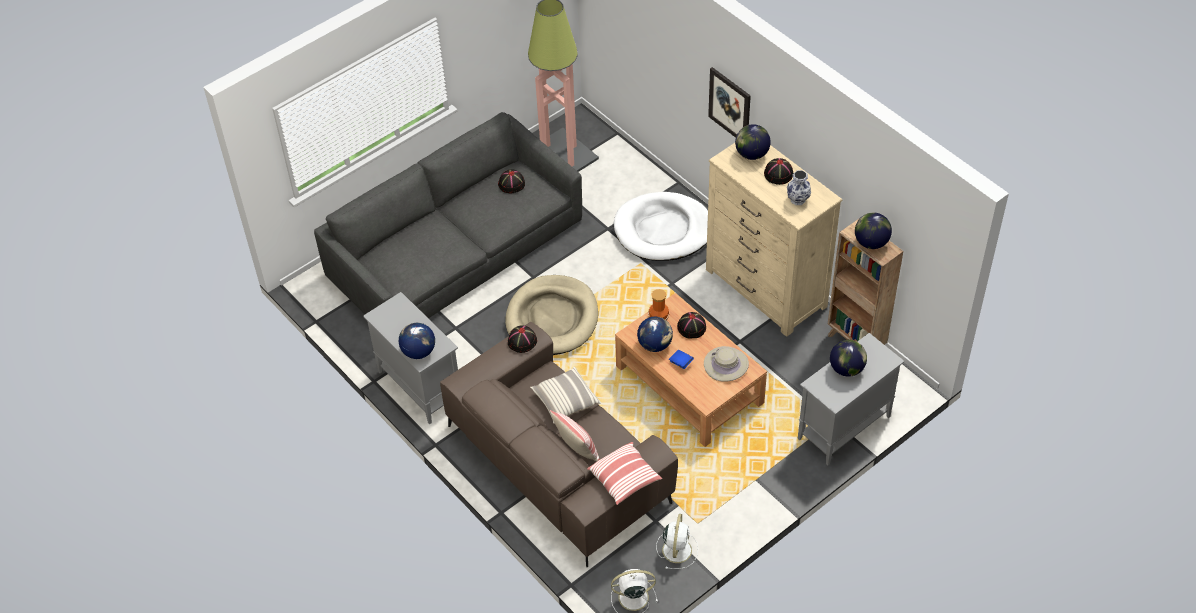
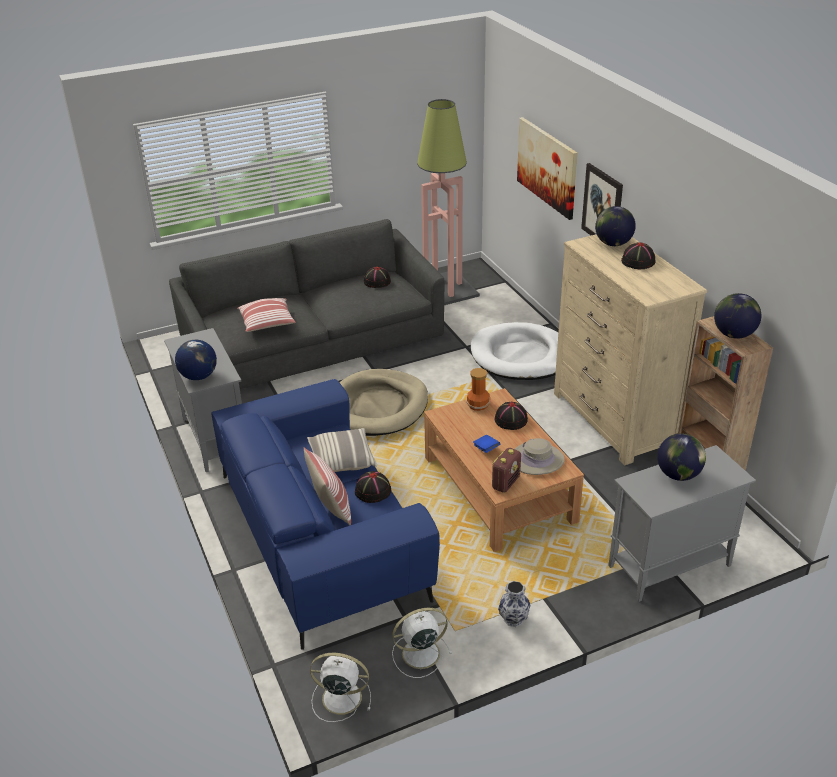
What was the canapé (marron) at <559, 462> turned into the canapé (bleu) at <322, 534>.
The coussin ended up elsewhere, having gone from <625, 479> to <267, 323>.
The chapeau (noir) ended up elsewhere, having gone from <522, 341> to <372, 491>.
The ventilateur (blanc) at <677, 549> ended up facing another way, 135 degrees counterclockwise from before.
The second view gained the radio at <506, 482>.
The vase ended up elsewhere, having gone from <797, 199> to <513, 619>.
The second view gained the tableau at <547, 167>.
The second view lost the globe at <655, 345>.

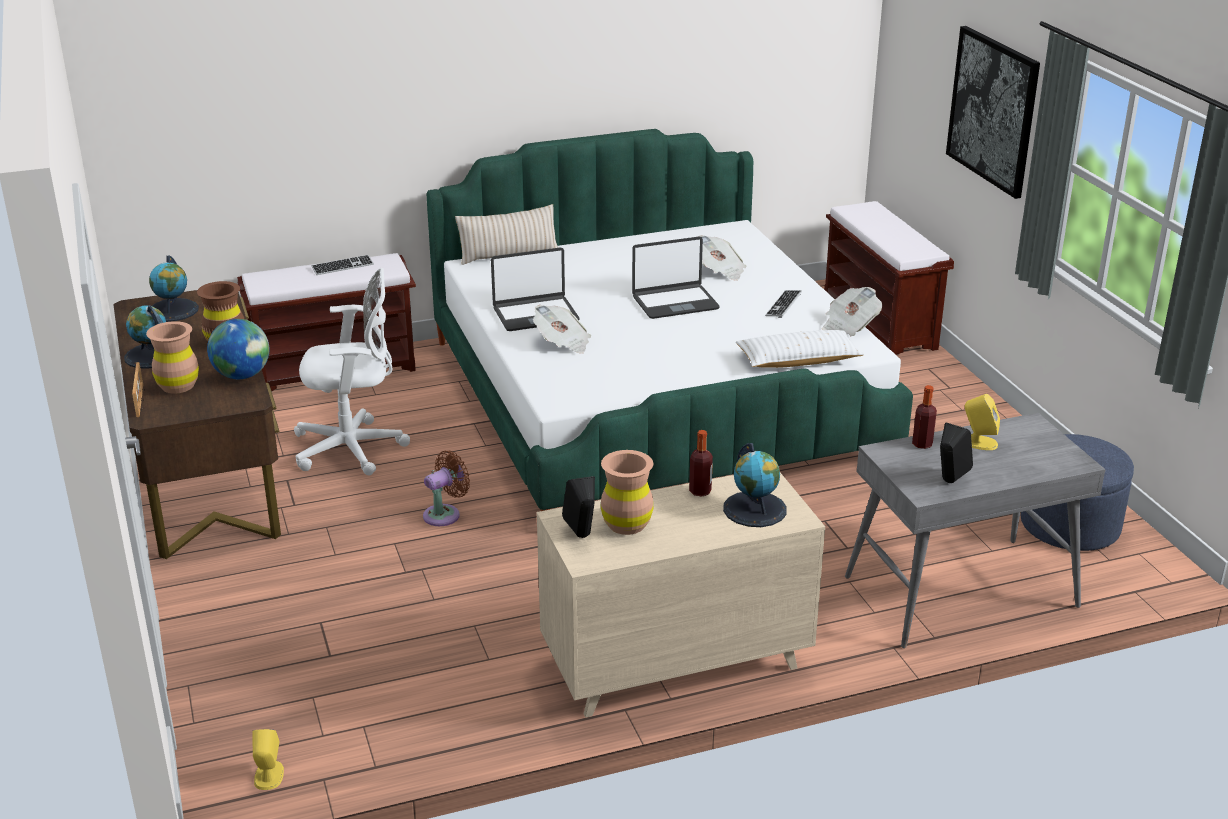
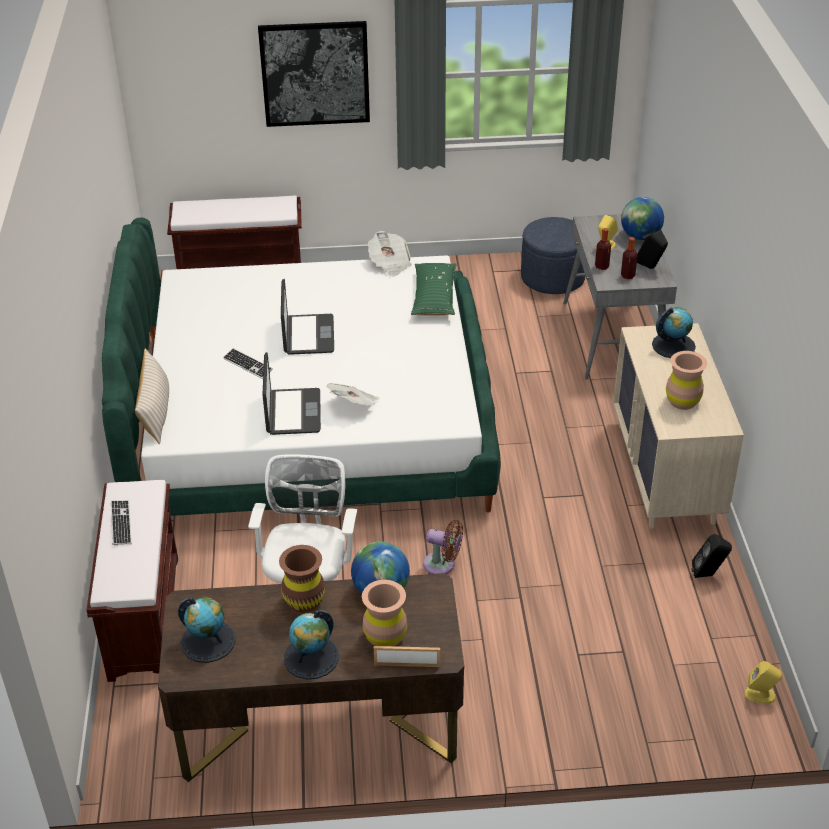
The clavier ended up elsewhere, having gone from <783, 305> to <247, 364>.
What was the coussin (blanc) at <798, 360> turned into the coussin (vert) at <434, 297>.
The ventilateur (marron) at <445, 514> ended up facing another way, 135 degrees clockwise from before.
The second view gained the globe at <640, 236>.
The bouteille ended up elsewhere, having gone from <700, 491> to <627, 276>.
The enceinte (noir) ended up elsewhere, having gone from <582, 536> to <708, 574>.
The second view lost the journal at <720, 271>.

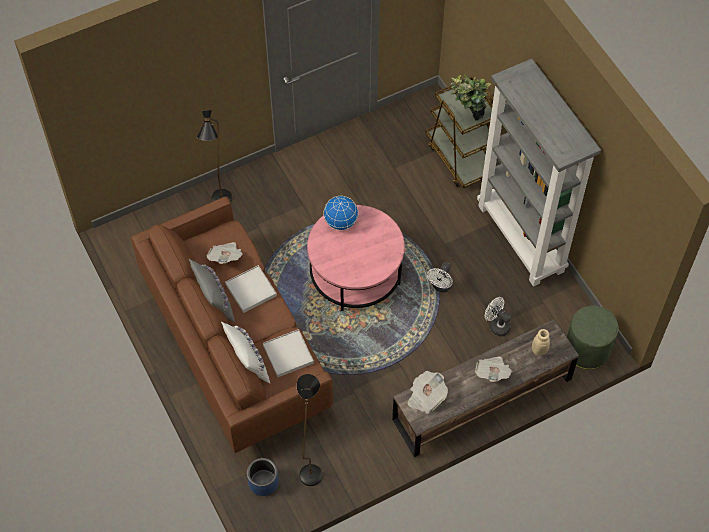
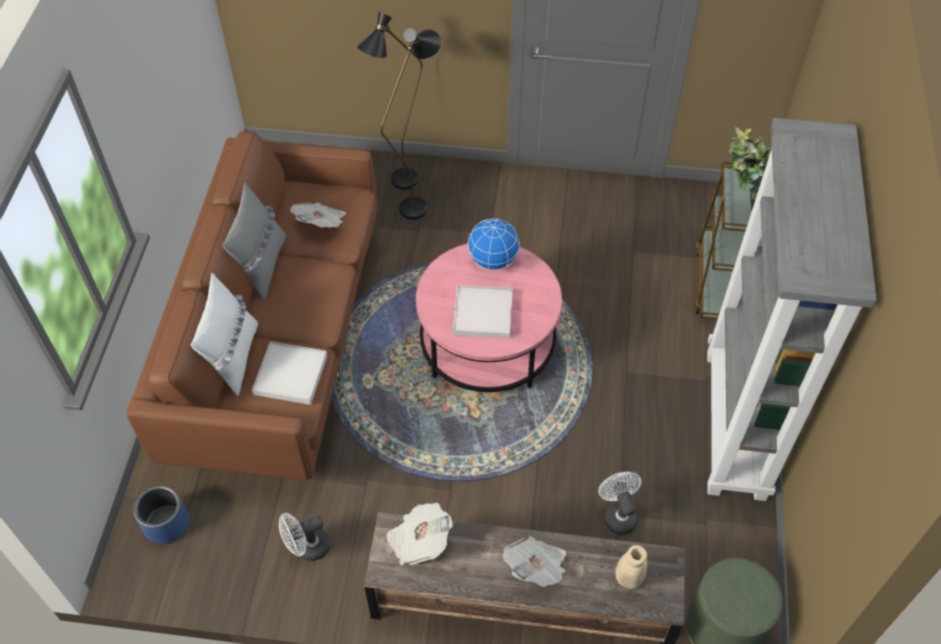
The ventilateur (blanc) ended up elsewhere, having gone from <441, 287> to <307, 548>.
The lampadaire (noir) ended up elsewhere, having gone from <311, 467> to <419, 202>.
The plateau (blanc) ended up elsewhere, having gone from <251, 290> to <483, 314>.

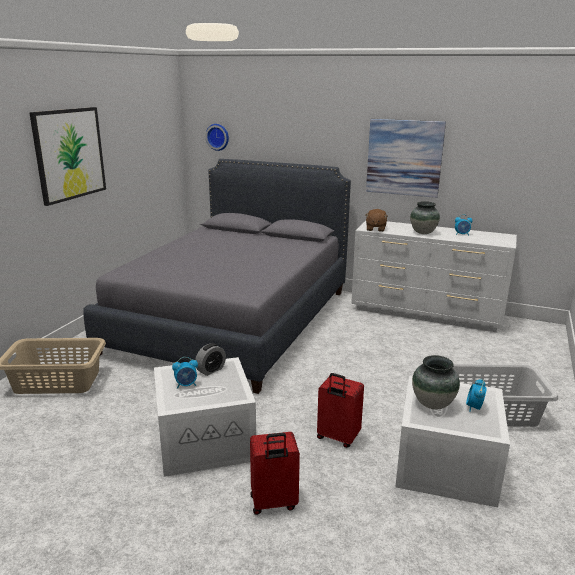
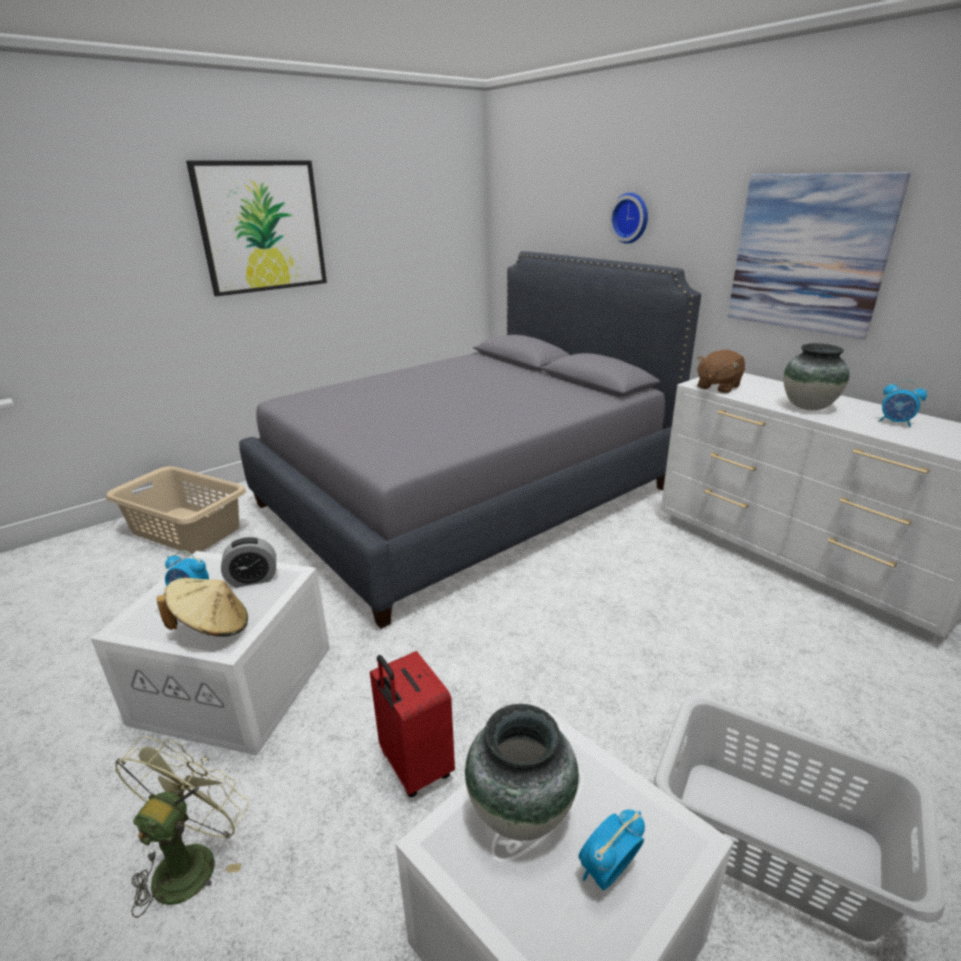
Where the valise (rouge) stood at <273, 503>, the ventilateur (vert) came to stand at <192, 859>.
The second view gained the chapeau (beige) at <212, 627>.
The horloge murale ended up elsewhere, having gone from <218, 137> to <631, 218>.

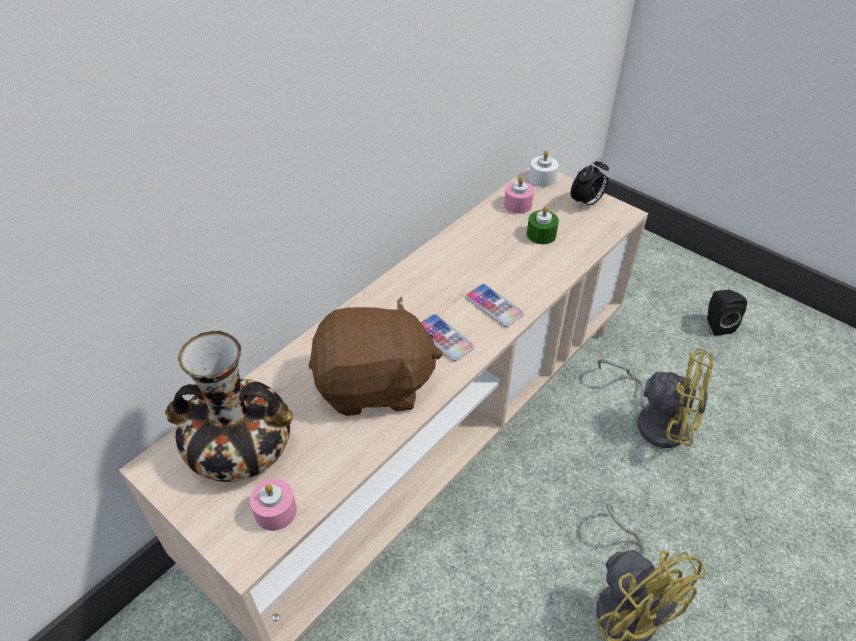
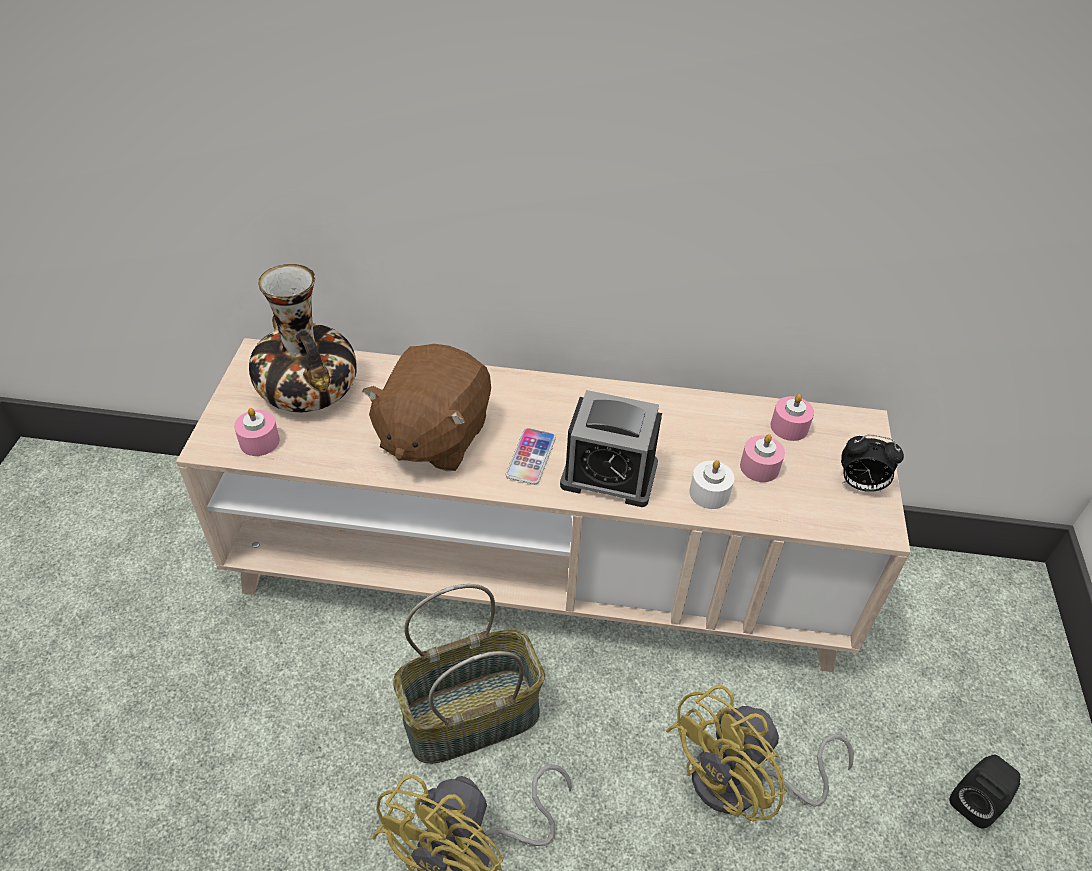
The peluche (marron) at <374, 385> ended up facing another way, 60 degrees clockwise from before.
The second view gained the panier at <472, 714>.
Where the téléphone stood at <494, 306>, the réveil came to stand at <609, 475>.
The ventilateur (jaune) at <655, 419> ended up facing another way, 60 degrees clockwise from before.
The bougie (blanc) ended up elsewhere, having gone from <542, 178> to <709, 493>.
What was the bougie (vert) at <541, 234> turned into the bougie (rose) at <759, 467>.

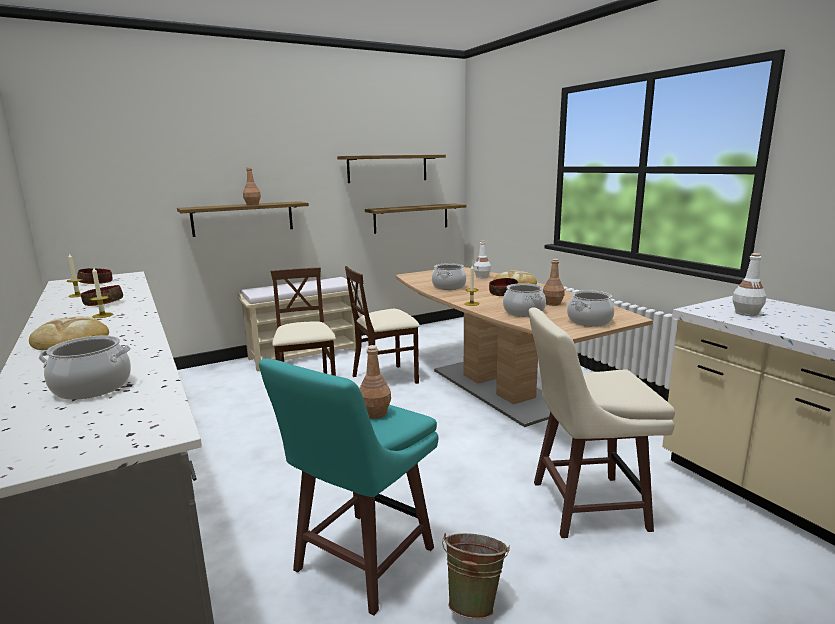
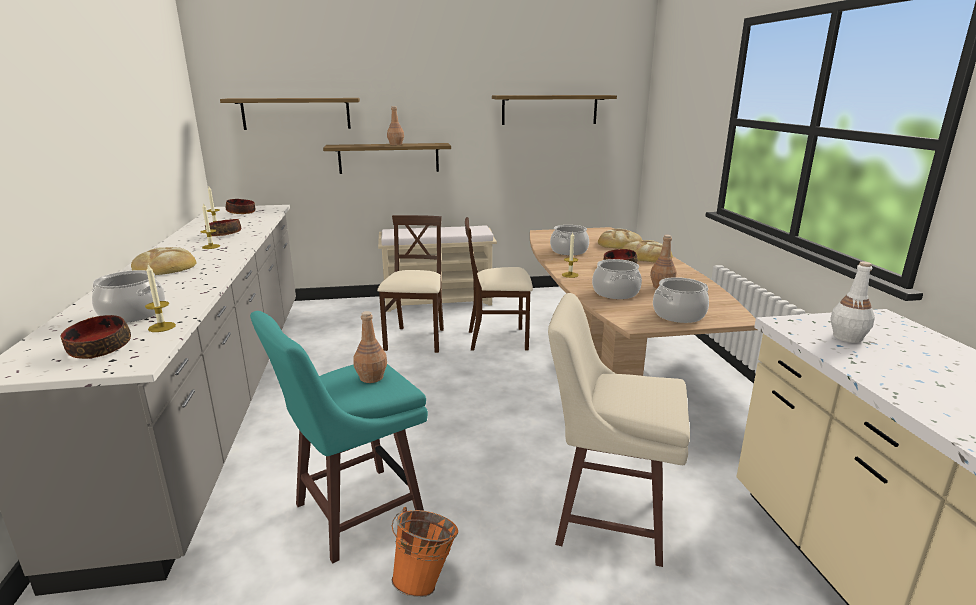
The second view gained the bol at <99, 348>.
The second view gained the bougie at <162, 327>.
The étagère ended up elsewhere, having gone from <411, 218> to <296, 113>.
What was the seau (vert) at <474, 602> turned into the seau (orange) at <426, 579>.
Where the bouteille (blanc) stood at <482, 277>, the pain came to stand at <619, 243>.

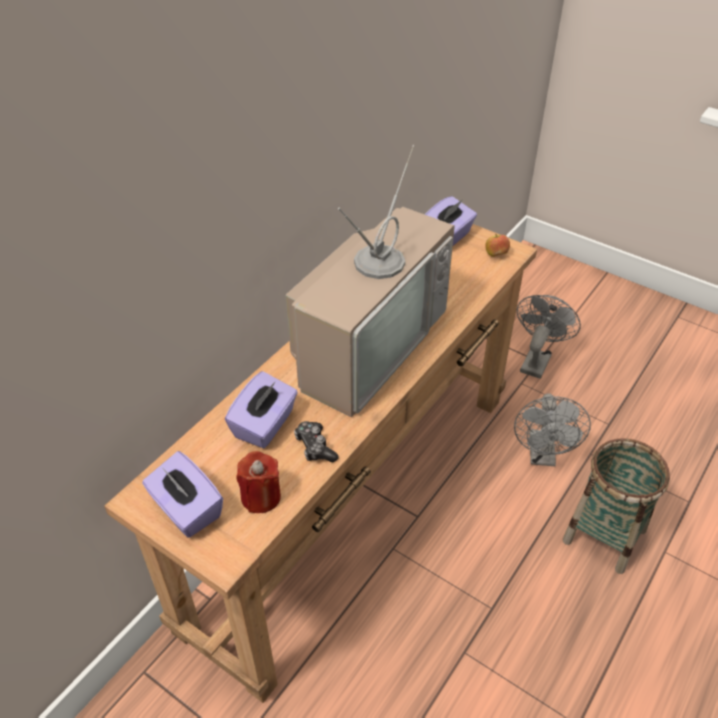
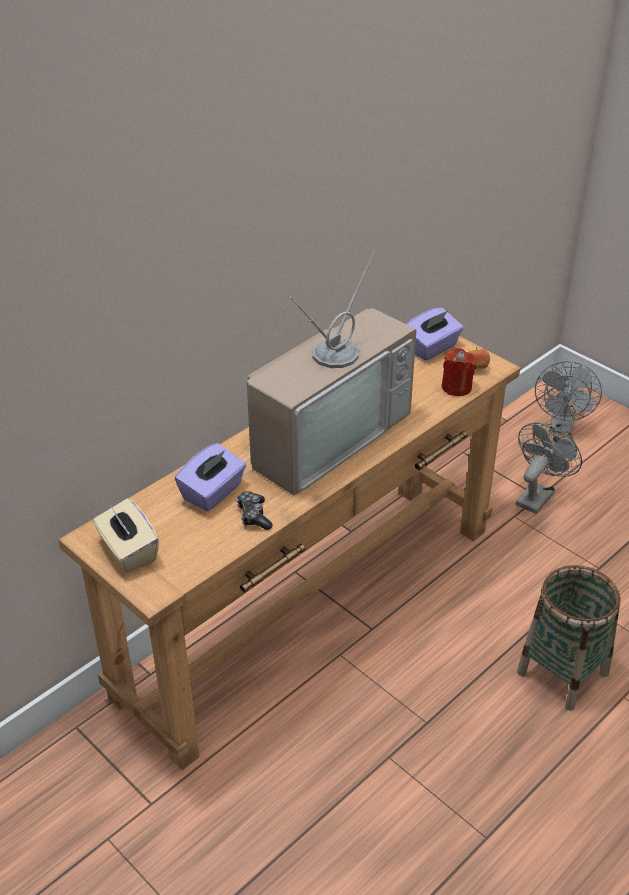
What was the boîte à mouchoirs (violet) at <186, 510> turned into the boîte à mouchoirs (beige) at <128, 551>.
The bougie (rouge) ended up elsewhere, having gone from <261, 497> to <456, 387>.
The ventilateur (gris) ended up elsewhere, having gone from <542, 456> to <562, 427>.

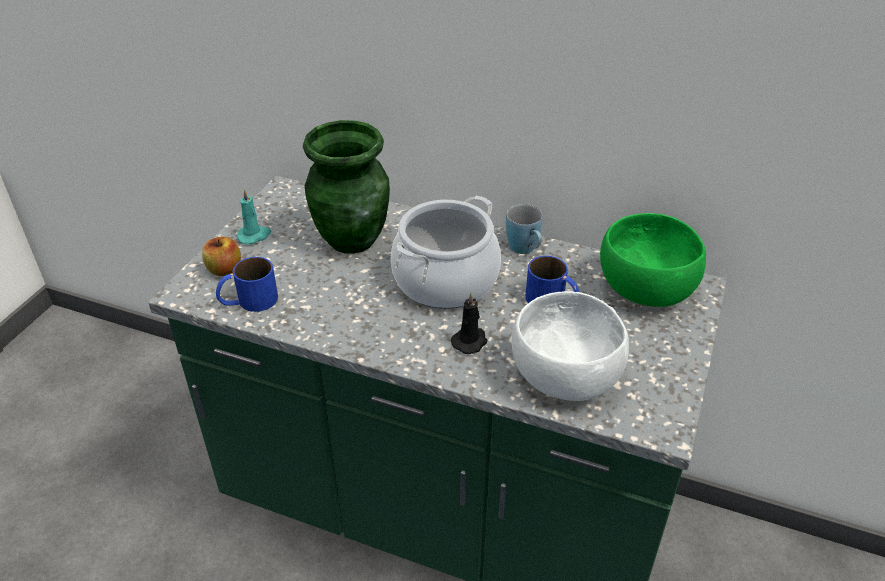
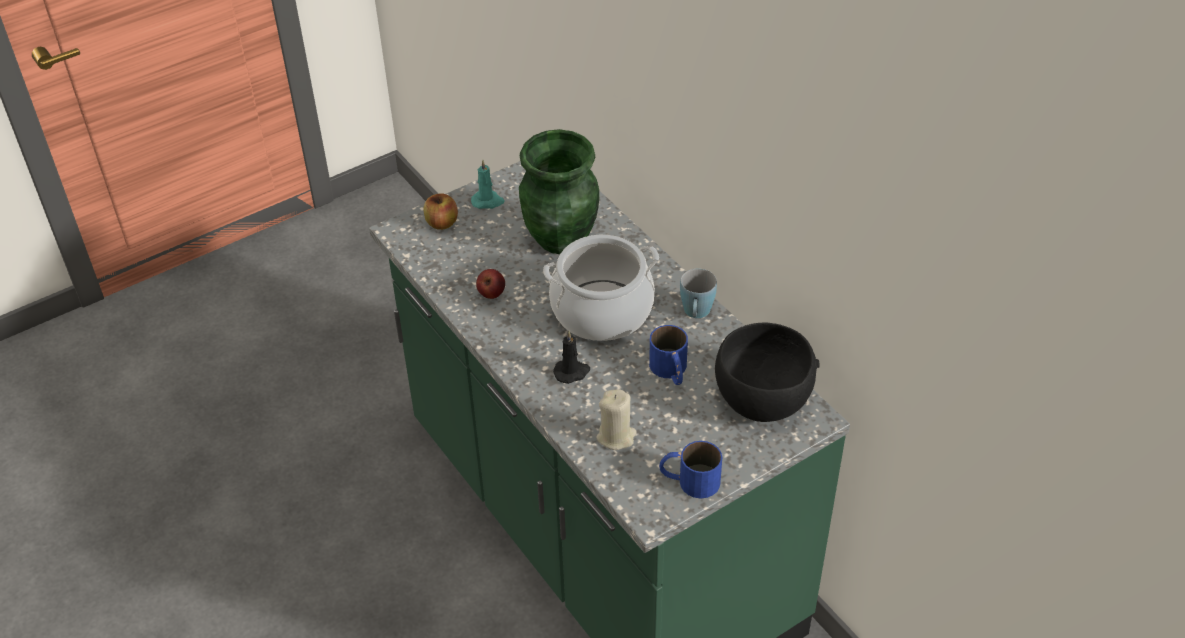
The second view gained the pomme at <491, 294>.
Where the bol (blanc) stood at <565, 377>, the bougie (beige) came to stand at <616, 436>.
The mug (bleu) ended up elsewhere, having gone from <248, 301> to <689, 480>.
What was the bol (vert) at <646, 290> turned into the bol (noir) at <762, 399>.

